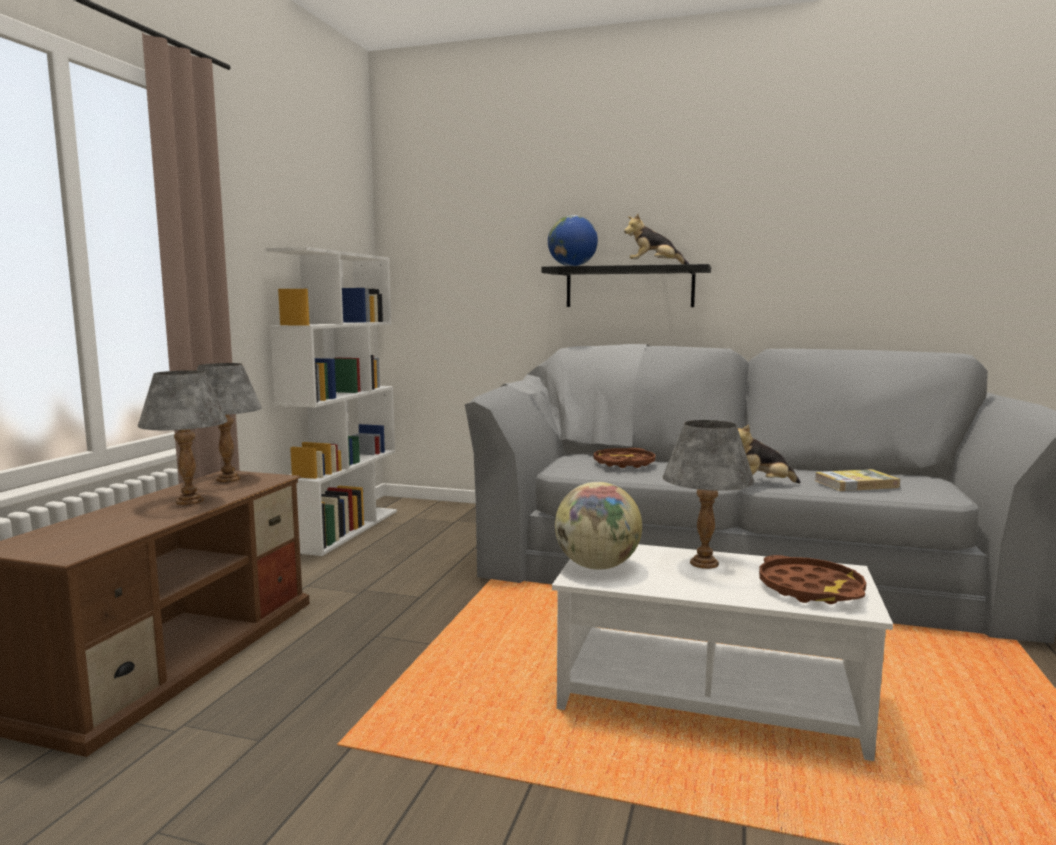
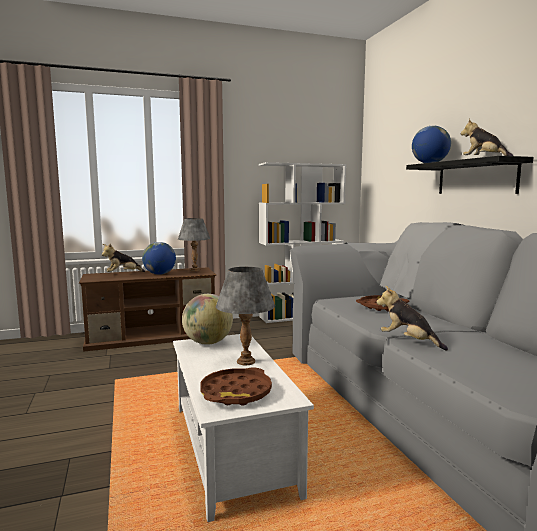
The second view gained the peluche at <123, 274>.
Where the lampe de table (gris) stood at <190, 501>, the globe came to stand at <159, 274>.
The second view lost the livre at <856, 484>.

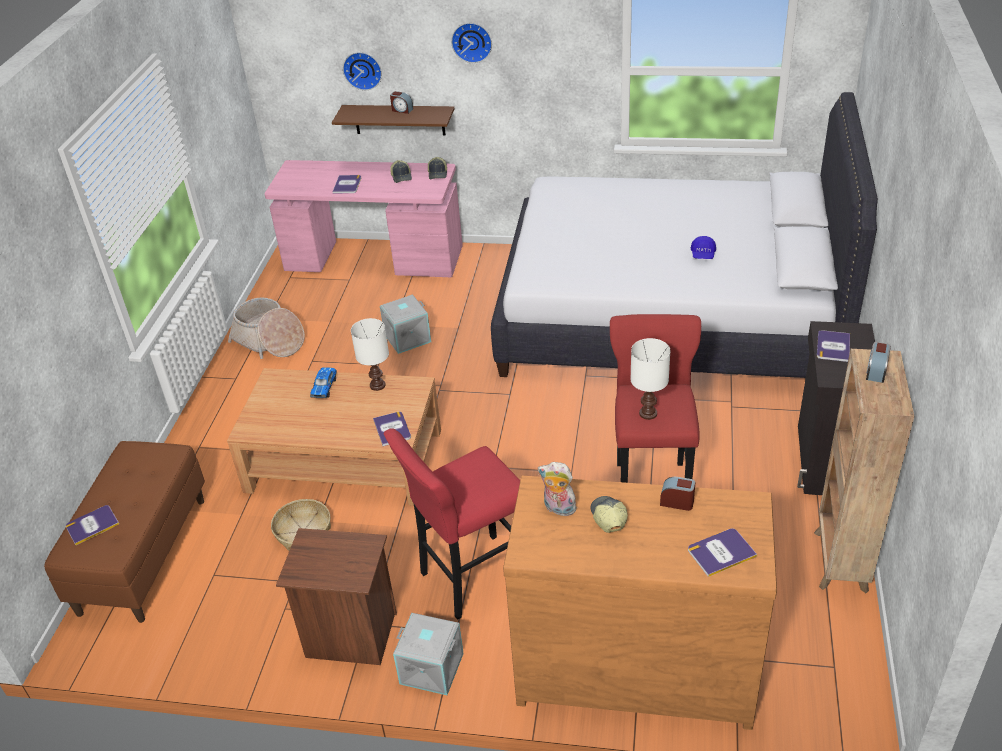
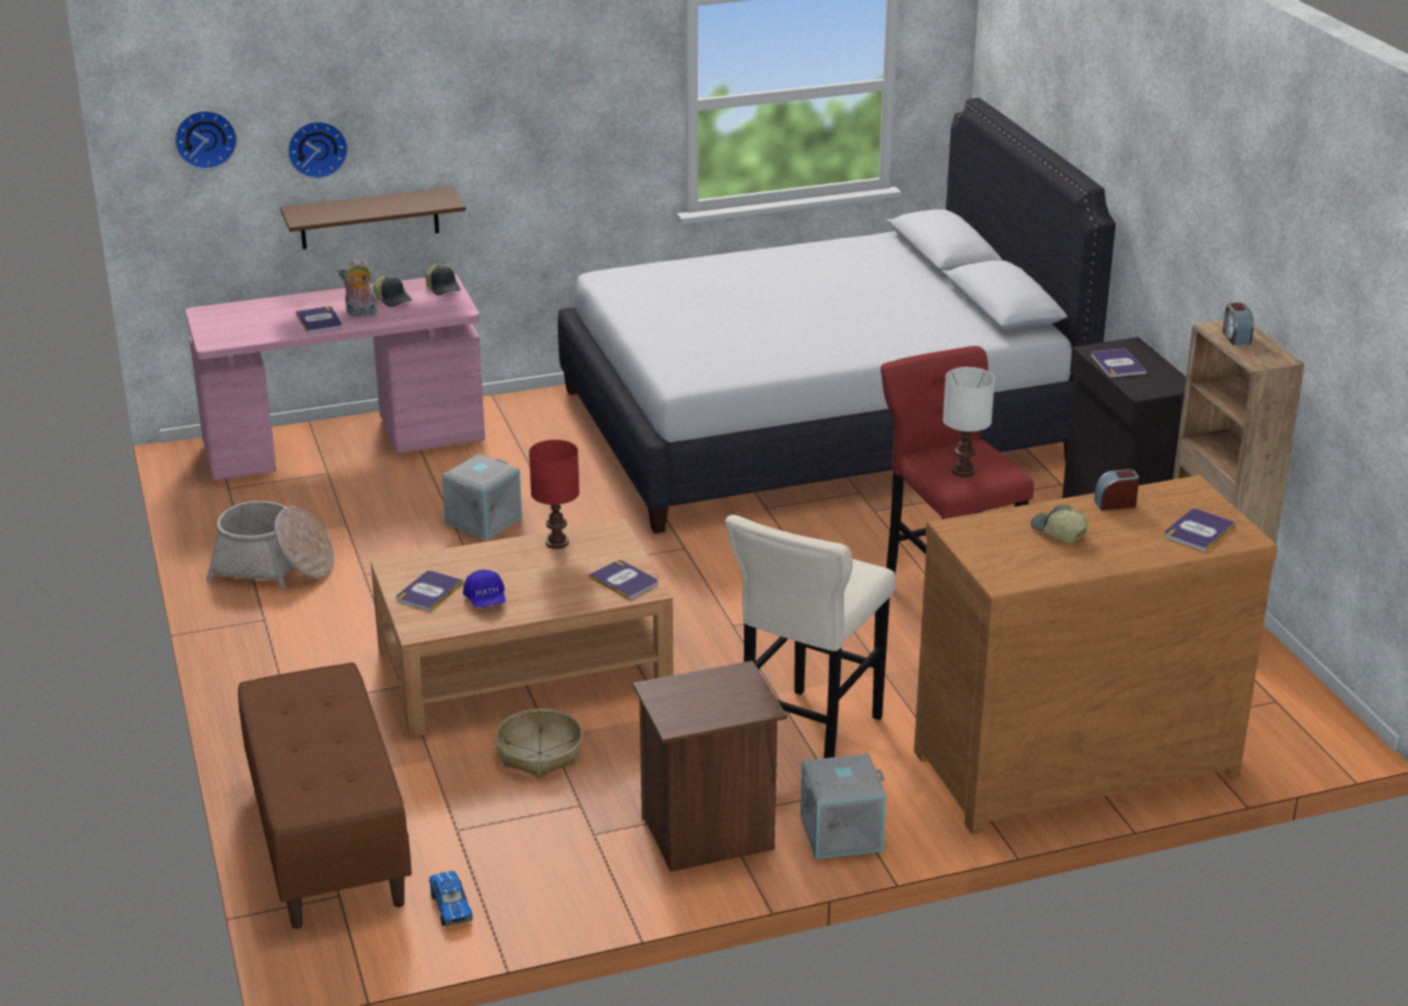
The horloge murale ended up elsewhere, having gone from <472, 41> to <205, 138>.
The peluche ended up elsewhere, having gone from <558, 509> to <360, 314>.
The livre ended up elsewhere, having gone from <92, 525> to <429, 591>.
The petite voiture ended up elsewhere, having gone from <324, 387> to <451, 906>.
The casquette (bleu) ended up elsewhere, having gone from <703, 255> to <486, 600>.
What was the lampe de table (blanc) at <377, 385> turned into the lampe de table (rouge) at <556, 543>.
What was the tabouret (rouge) at <470, 578> turned into the tabouret (beige) at <807, 738>.
The second view lost the réveil at <402, 110>.

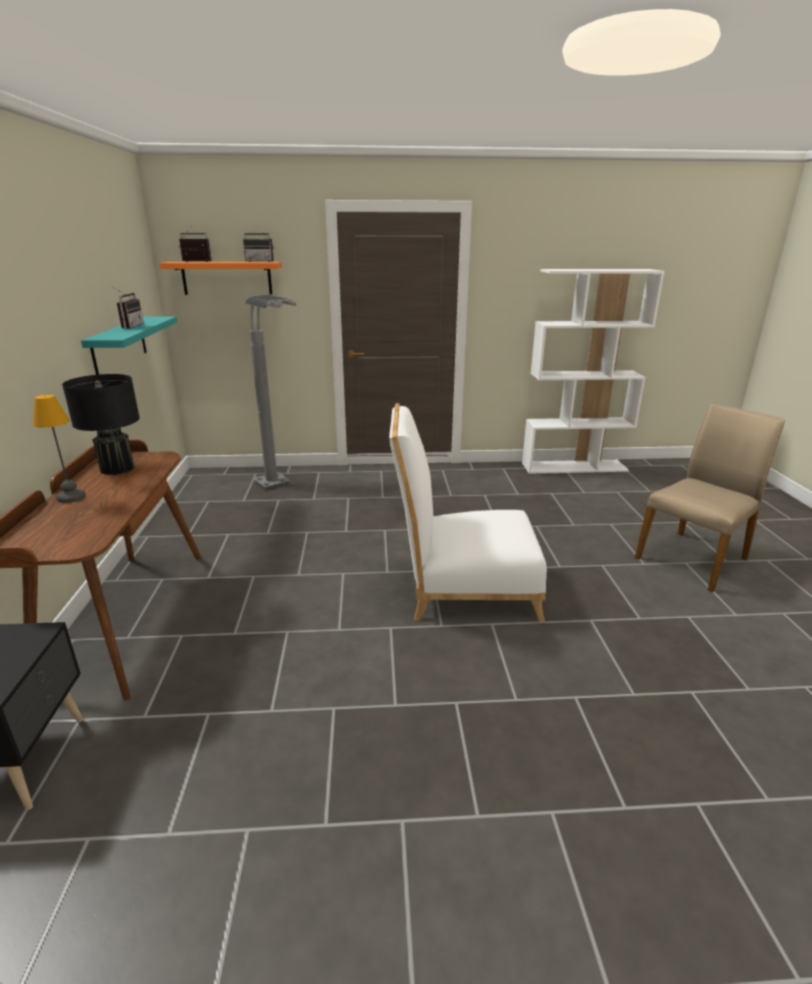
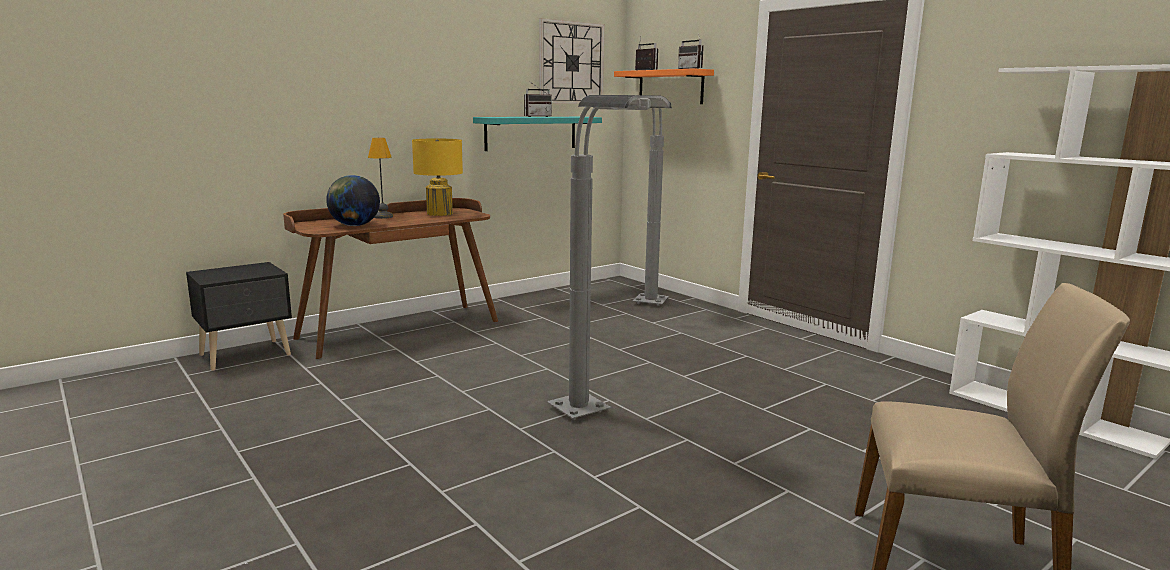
The second view gained the globe at <354, 225>.
What was the lampe de table (noir) at <117, 468> turned into the lampe de table (jaune) at <439, 213>.
The second view gained the horloge murale at <571, 63>.
Where the chaise (blanc) stood at <462, 588>, the lampadaire (gris) came to stand at <599, 422>.

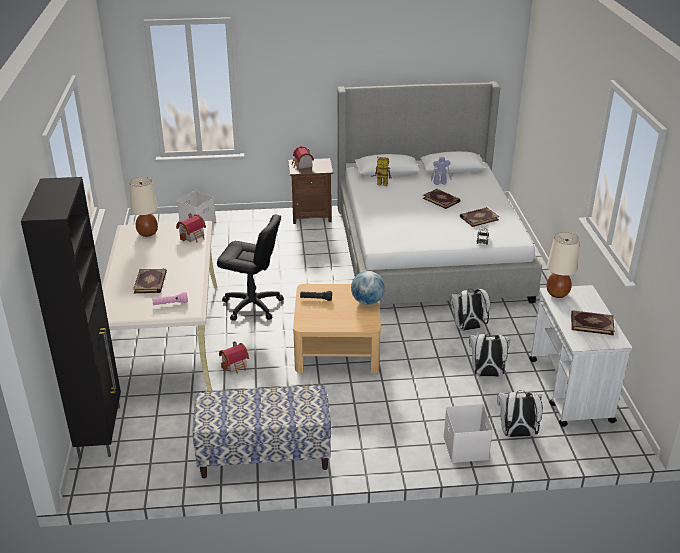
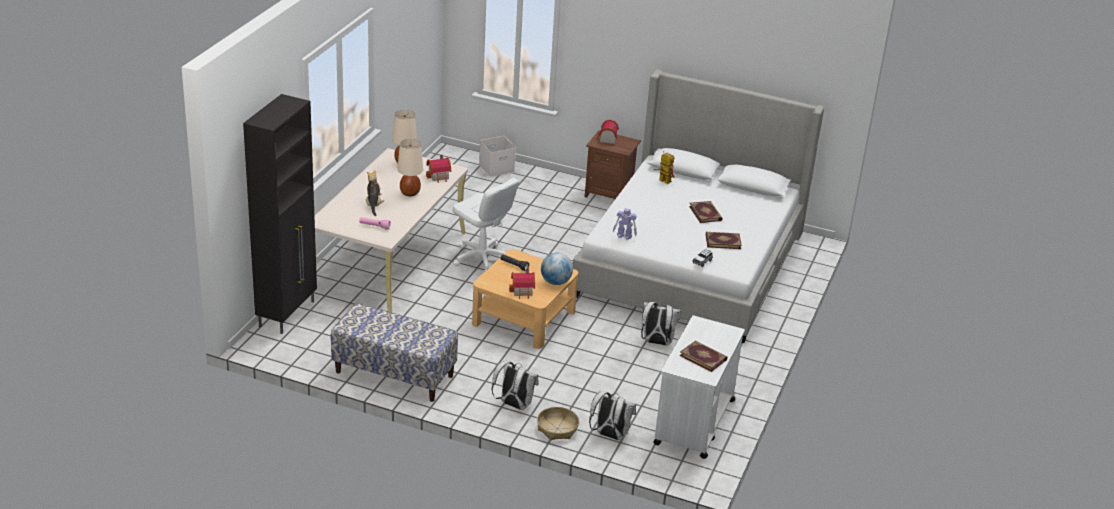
Where the livre stood at <151, 282>, the peluche came to stand at <373, 205>.
The lampe de table (beige) ended up elsewhere, having gone from <557, 294> to <409, 193>.
What was the chaise de bureau (noir) at <252, 305> turned into the chaise de bureau (blanc) at <482, 259>.
The sac à dos (blanc) ended up elsewhere, having gone from <486, 374> to <514, 405>.
The maison miniature ended up elsewhere, having gone from <236, 365> to <523, 291>.
Where the boîte de rangement (blanc) stood at <466, 448>, the panier came to stand at <557, 429>.
The robot jouet ended up elsewhere, having gone from <440, 183> to <624, 236>.

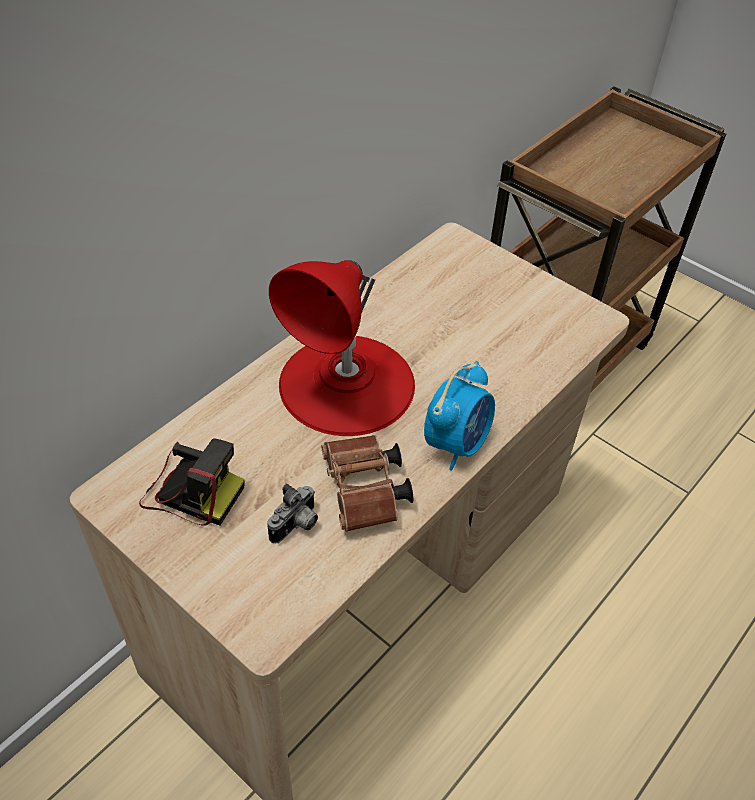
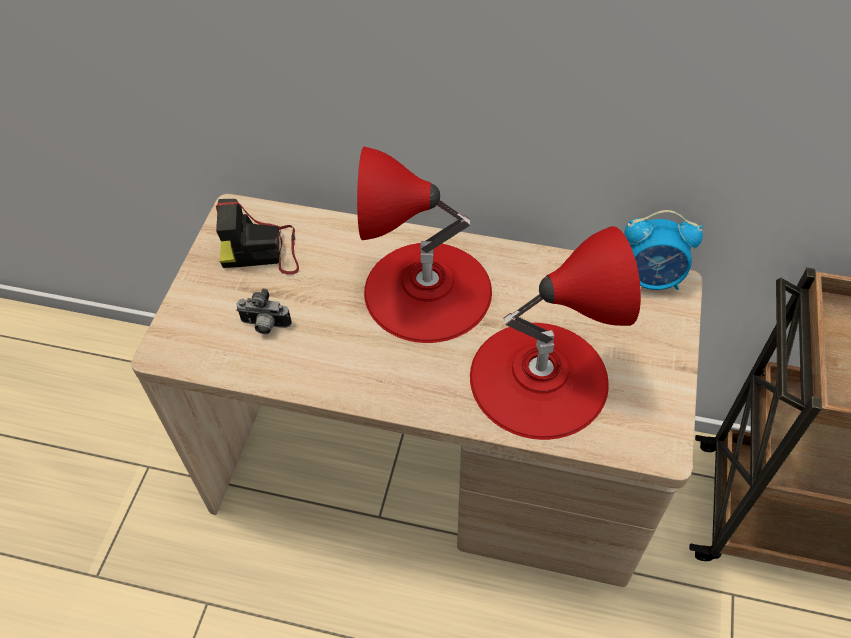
The appareil photo at <191, 490> ended up facing another way, 90 degrees clockwise from before.
The second view gained the lampe de table (rouge) at <539, 377>.
The réveil ended up elsewhere, having gone from <457, 444> to <651, 279>.
The second view lost the jumelles (marron) at <365, 494>.

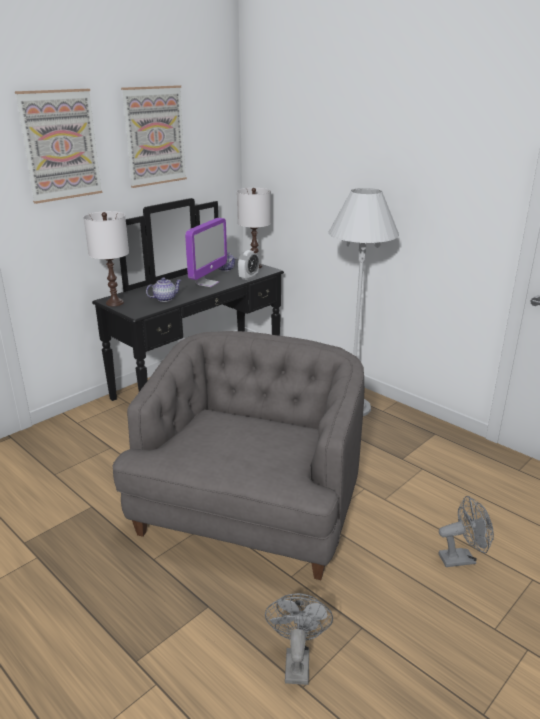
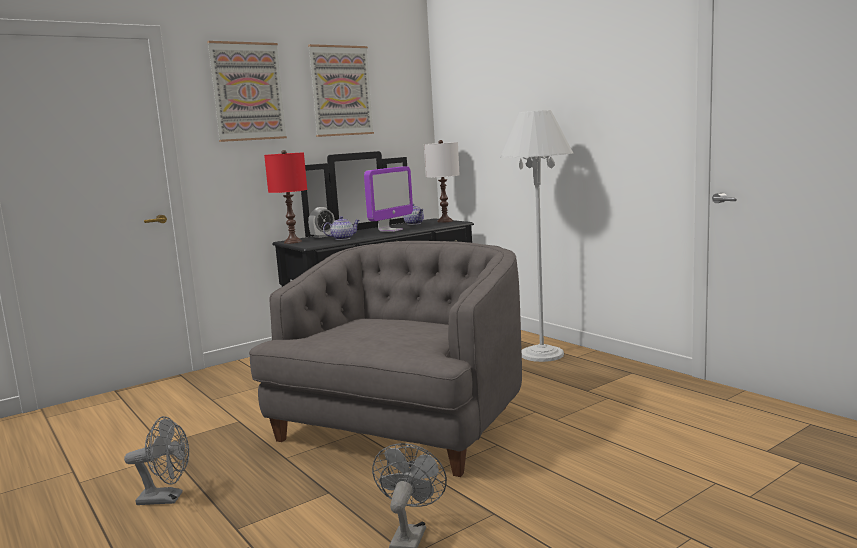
The ventilateur (gris) ended up elsewhere, having gone from <462, 558> to <167, 498>.
What was the lampe de table (blanc) at <115, 303> turned into the lampe de table (rouge) at <293, 242>.
The réveil ended up elsewhere, having gone from <248, 277> to <322, 236>.

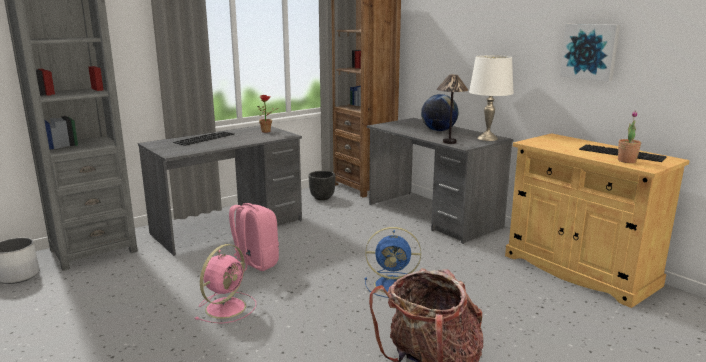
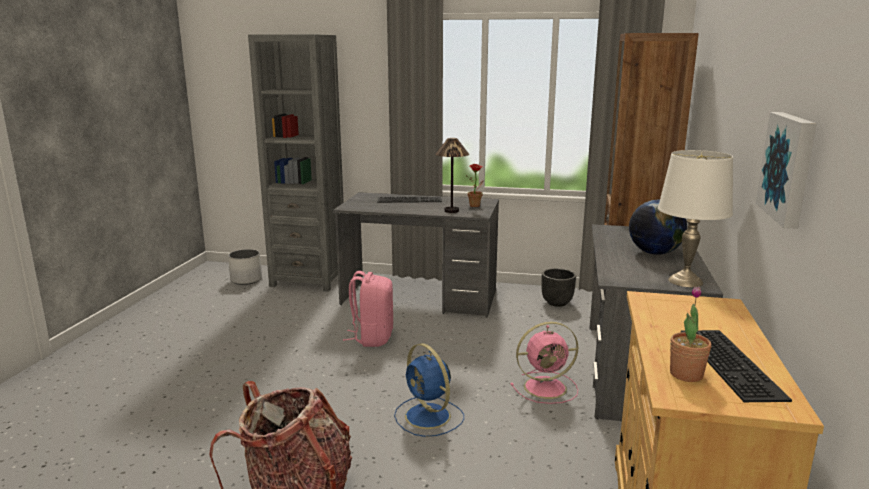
The lampe de table ended up elsewhere, having gone from <449, 142> to <452, 211>.
The ventilateur (rose) ended up elsewhere, having gone from <227, 307> to <547, 387>.

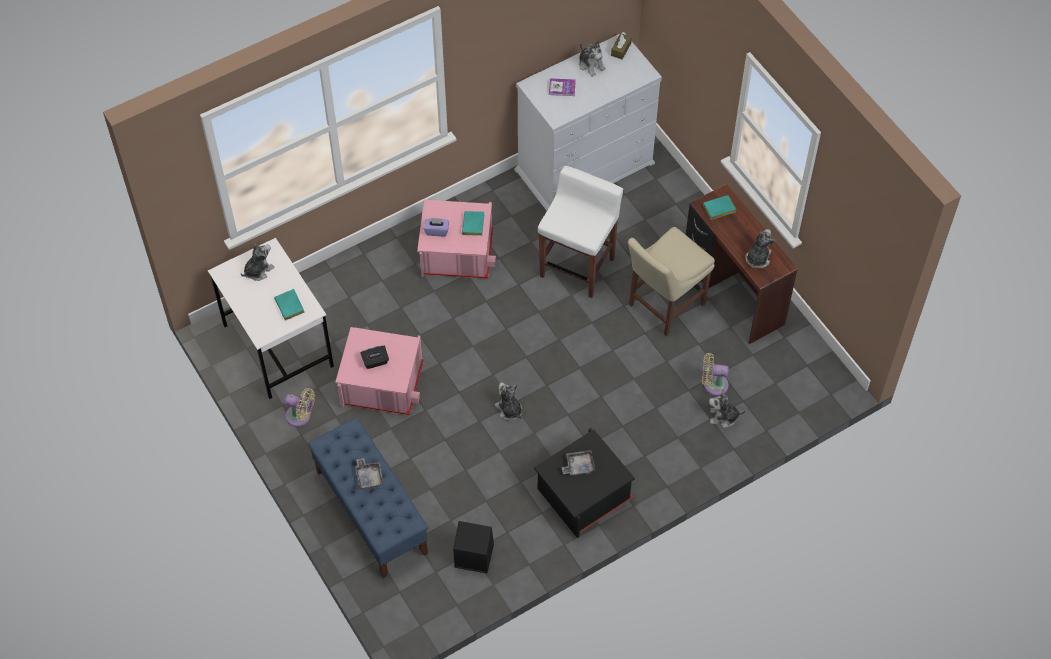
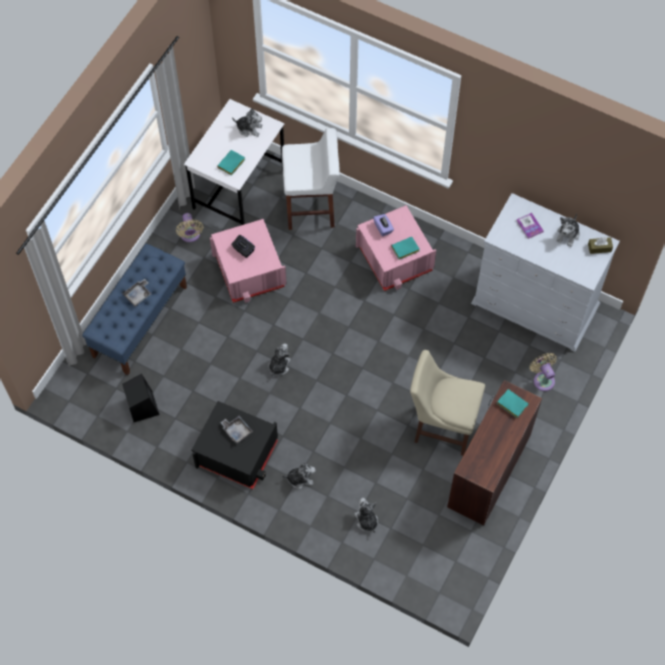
The tabouret (blanc) ended up elsewhere, having gone from <578, 267> to <311, 208>.
The peluche ended up elsewhere, having gone from <757, 258> to <300, 478>.
The ventilateur (beige) ended up elsewhere, having gone from <713, 384> to <543, 379>.

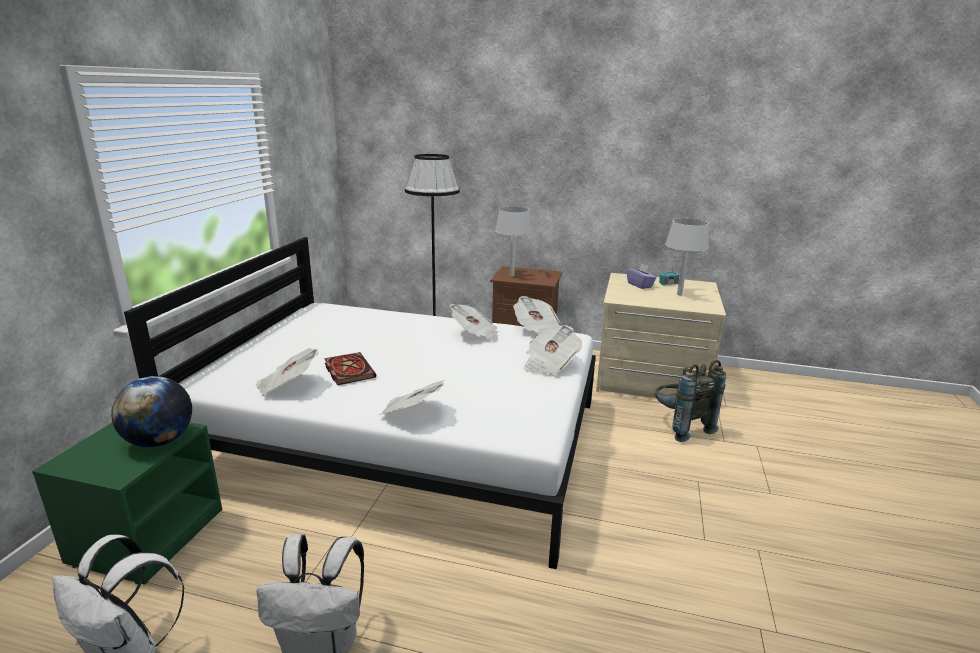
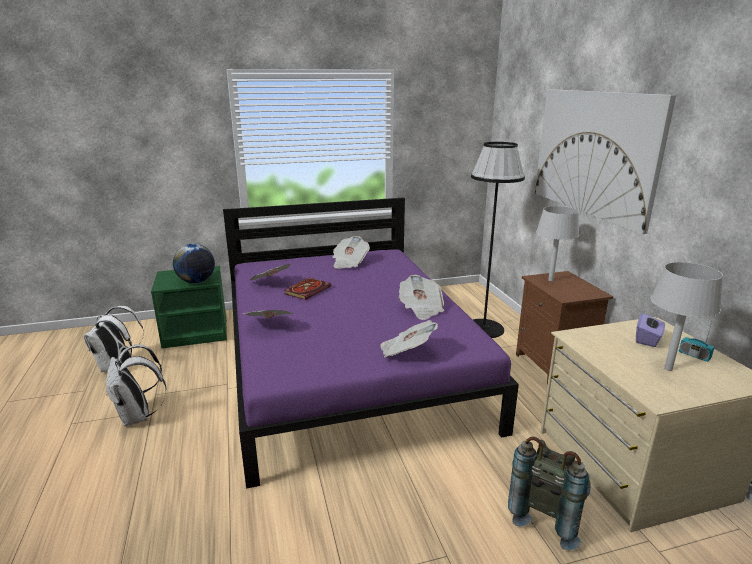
What was the lit (blanc) at <404, 438> turned into the lit (violet) at <348, 364>.
The journal ended up elsewhere, having gone from <537, 330> to <349, 263>.
The second view gained the tableau at <594, 153>.

